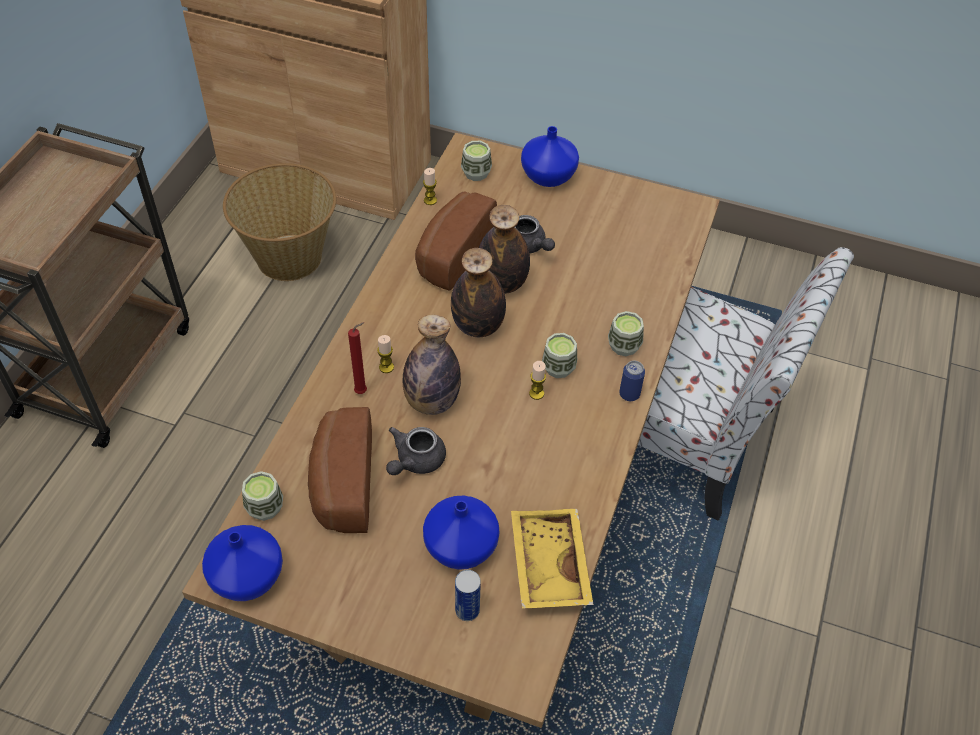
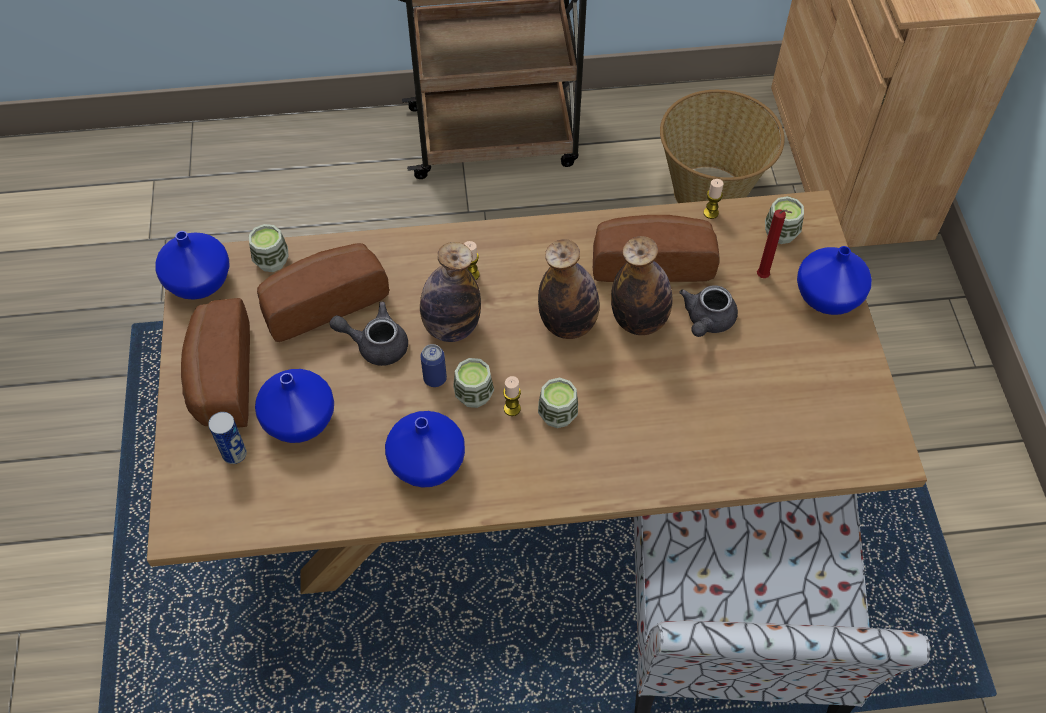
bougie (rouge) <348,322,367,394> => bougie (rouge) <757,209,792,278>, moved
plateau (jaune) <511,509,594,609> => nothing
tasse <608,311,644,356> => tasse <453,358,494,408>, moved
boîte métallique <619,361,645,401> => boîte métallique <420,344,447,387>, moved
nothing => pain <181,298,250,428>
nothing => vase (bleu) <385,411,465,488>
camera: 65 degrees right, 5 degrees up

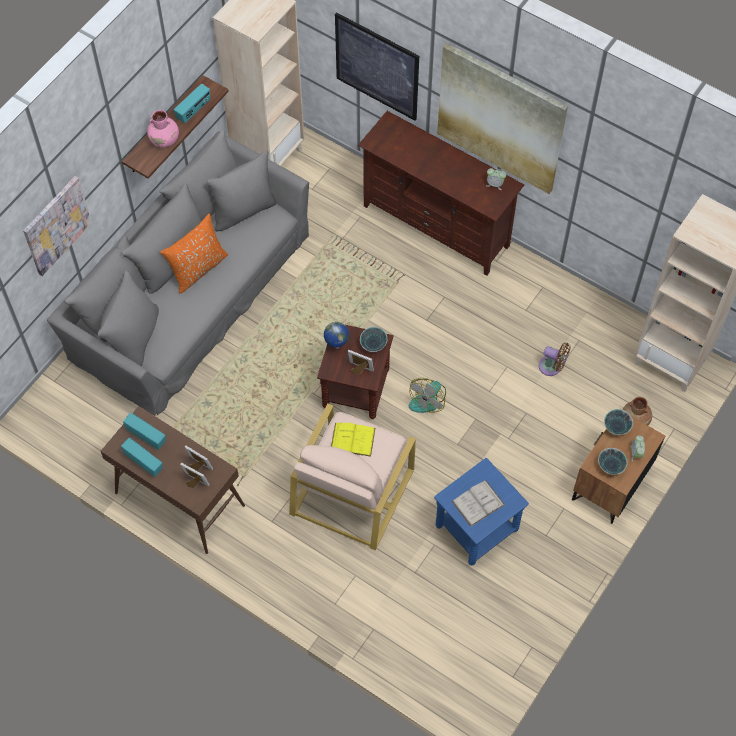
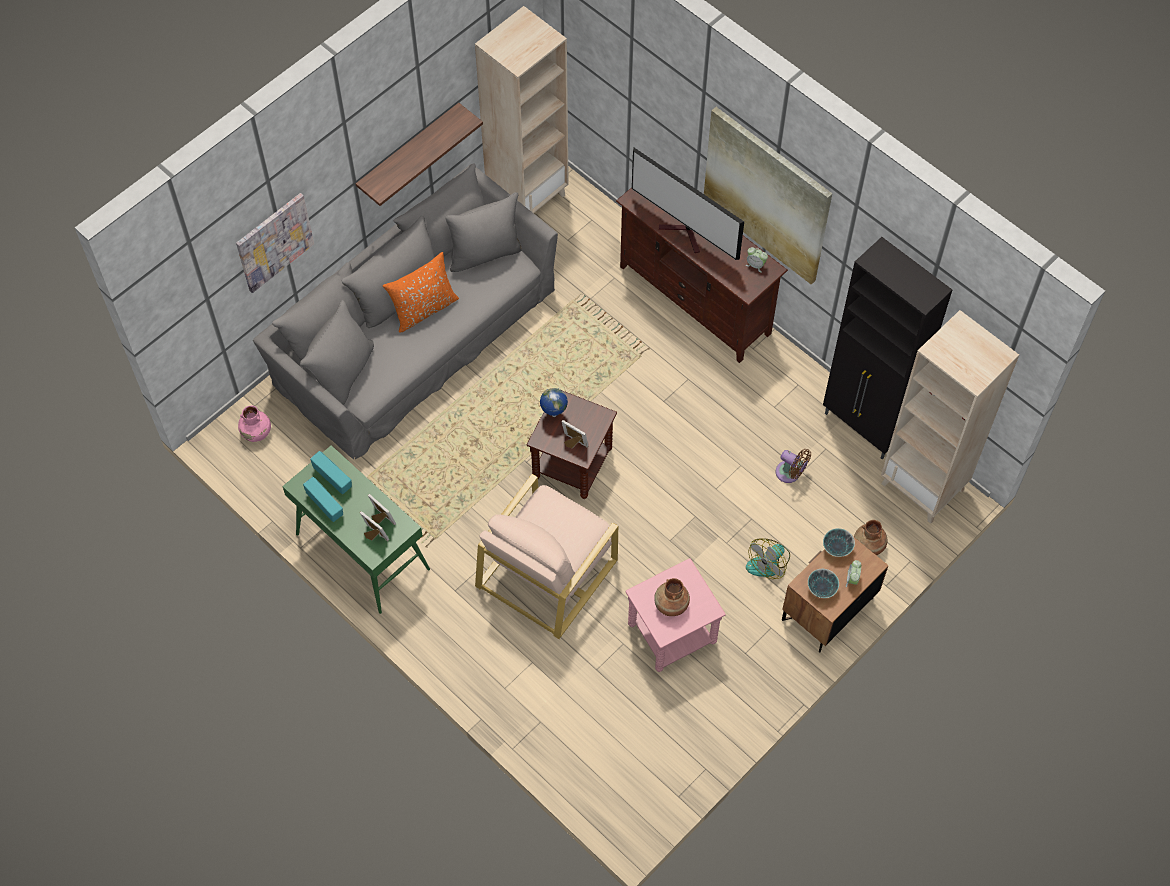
table console (marron) <101,406,245,554> => table console (vert) <282,445,430,614>
vase (rose) <147,110,179,147> => vase (rose) <238,406,271,442>, moved
radio <174,84,210,123> => nothing
livre (jaune) <331,423,375,456> => nothing
tableau <335,12,419,121> => nothing
bol <360,327,387,352> => nothing
ventilateur <409,378,446,413> => ventilateur <746,538,790,579>, moved
table d'appoint (bleu) <434,458,529,566> => table d'appoint (rose) <626,558,726,672>
livre (blanc) <452,480,505,527> => vase (marron) <654,578,690,616>
nothing => téléviseur <632,147,744,260>
nothing => meuble de rangement (noir) <823,237,952,460>
camera: 10 degrees right, 0 degrees up

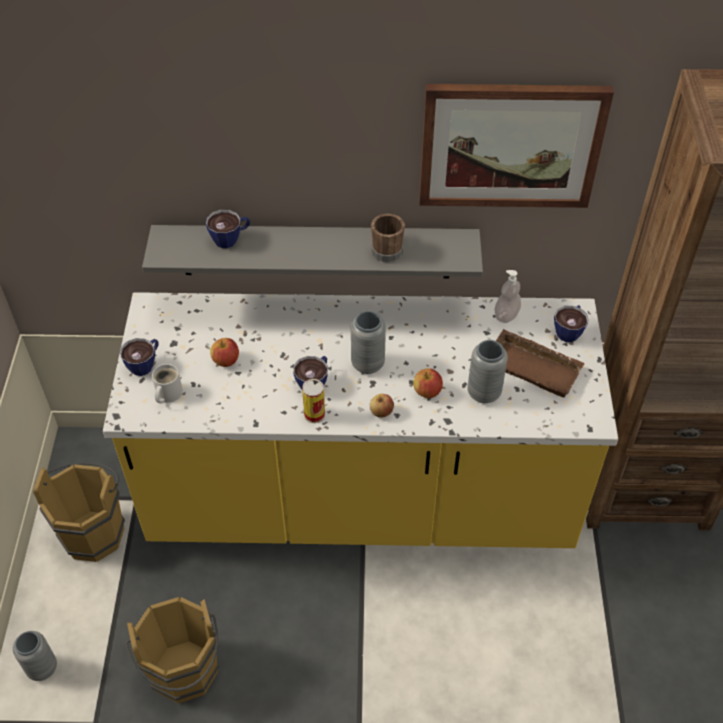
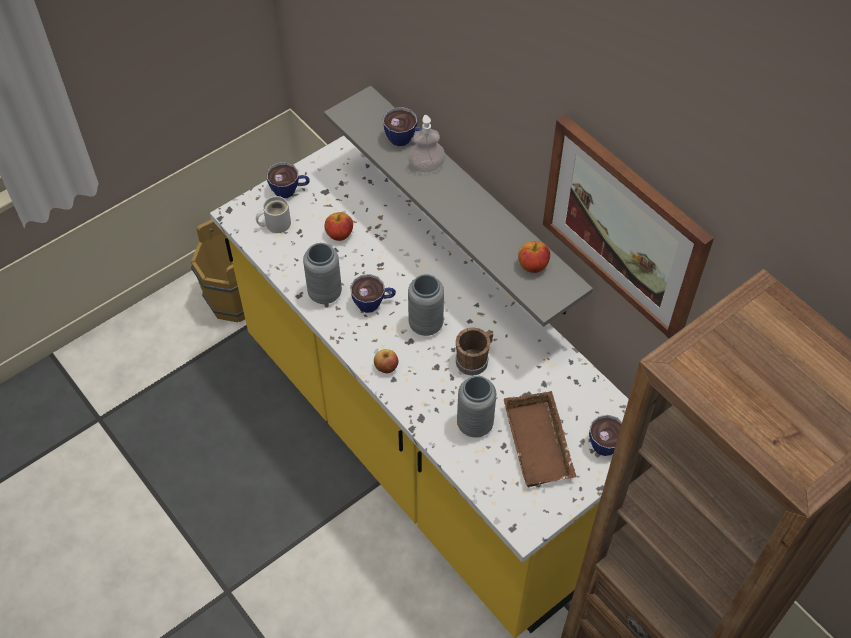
vase (gris) <13,631,57,681> => vase (gris) <303,243,342,304>, moved
seau (marron) <126,597,219,703> => nothing
boîte métallique <302,379,325,423> => nothing
mug (marron) <371,213,405,262> => mug (marron) <456,327,493,376>, moved
pomme <413,368,443,398> => pomme <518,241,550,273>, moved
distributeur de savon <495,270,521,323> => distributeur de savon <408,115,445,172>, moved
camera: 50 degrees right, 5 degrees up

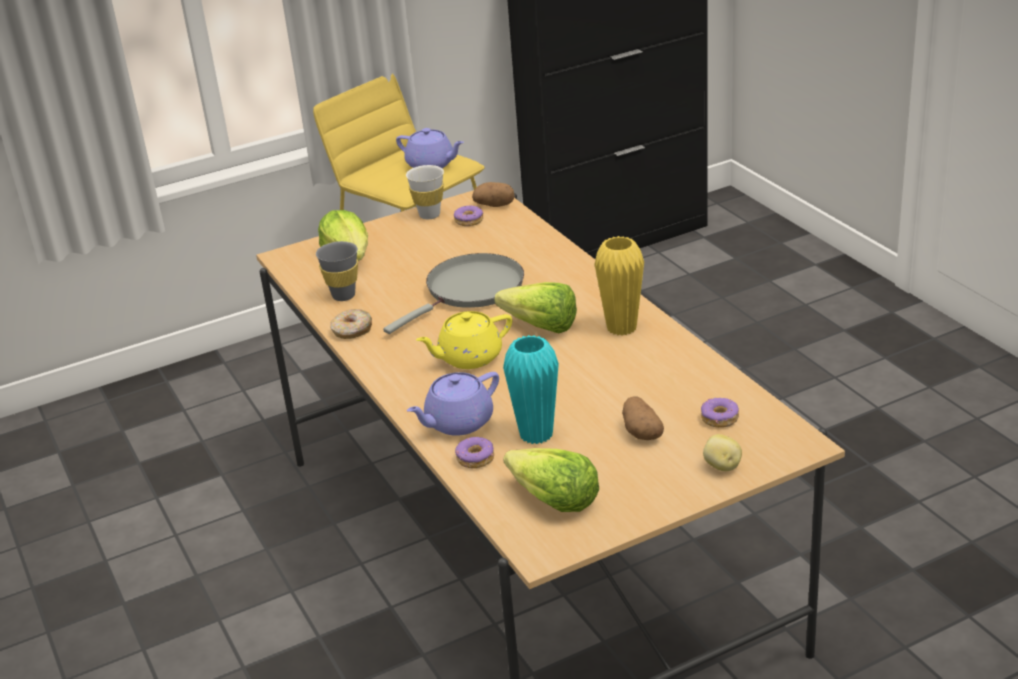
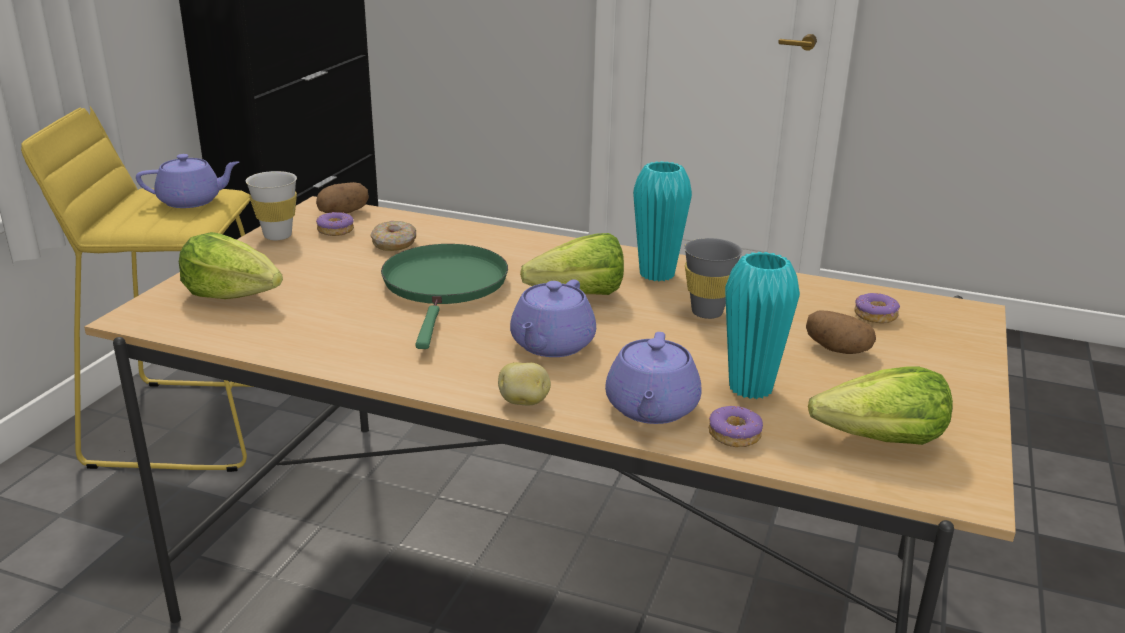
tasse (gris) <316,241,358,301> => tasse (gris) <684,238,742,319>, moved
beignet <330,309,372,339> => beignet <370,221,416,251>, moved
poêle (gris) <383,253,524,334> => poêle (vert) <381,244,508,349>
théière (jaune) <416,311,512,369> => théière (violet) <510,279,596,357>
vase (jaune) <595,236,644,336> => vase (turquoise) <633,161,692,282>
pomme de terre <703,434,742,471> => pomme de terre <498,362,551,405>, moved
camera: 45 degrees left, 5 degrees down

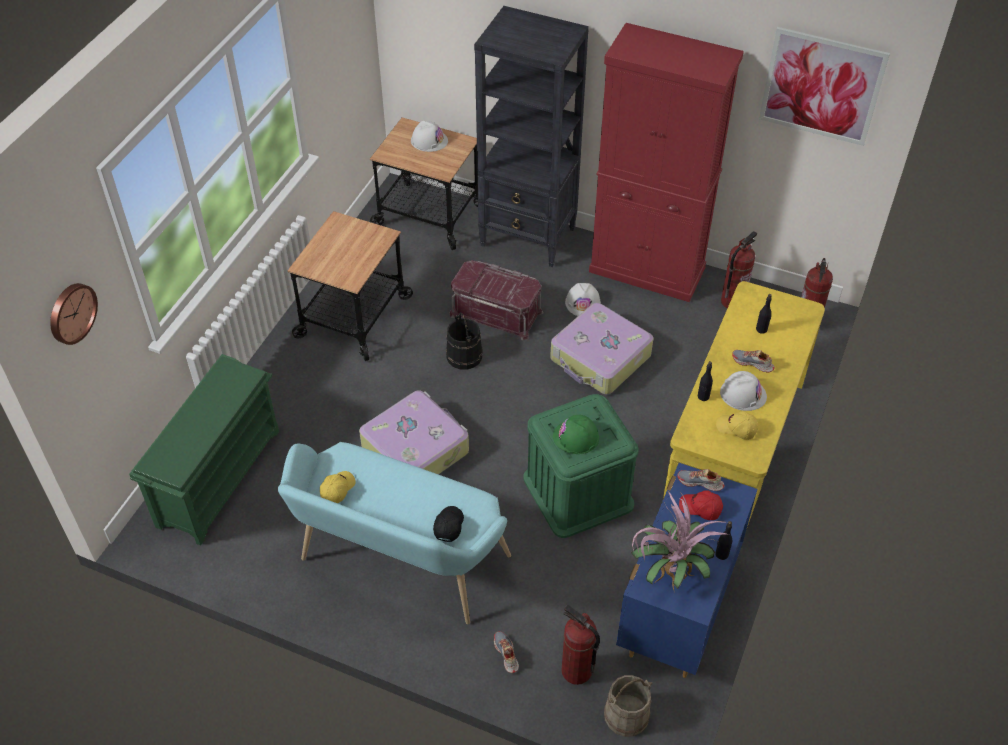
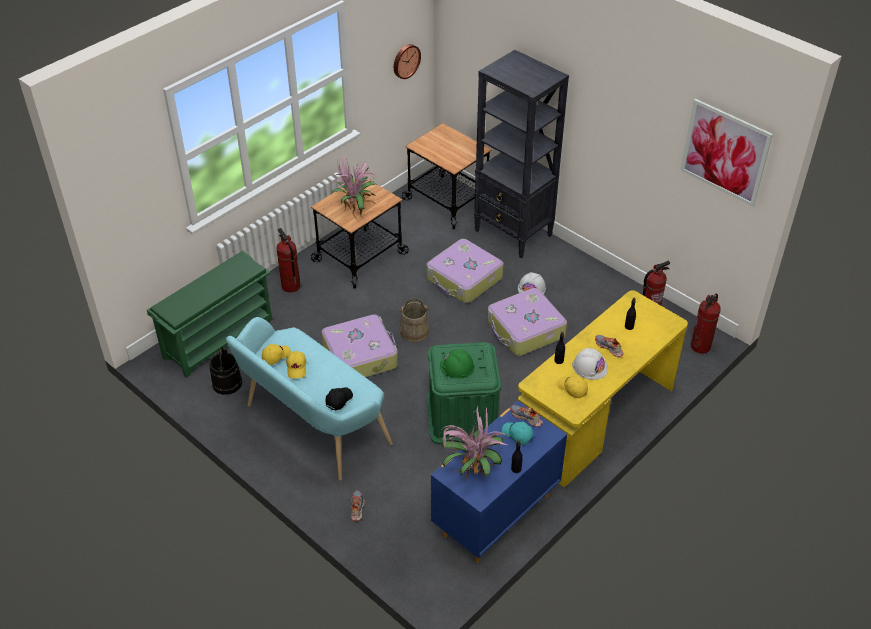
horloge murale <50,283,98,345> => horloge murale <394,44,421,79>, moved
casque de chantier (blanc) <411,121,448,152> => nothing
seau (noir) <446,312,483,370> => seau (noir) <210,347,242,395>, moved
boîte de rangement (rouge) <449,260,543,341> => valise <427,239,504,303>
extincteur <562,605,600,685> => extincteur <277,228,301,293>, moved
meuble de rangement (rouge) <589,23,744,302> => nothing
seau (beige) <604,675,653,737> => seau (beige) <399,298,429,343>, moved
casquette (rouge) <679,490,723,520> => casquette (turquoise) <502,422,533,445>
nothing => casquette (jaune) <286,351,306,379>
nothing => plante en pot <330,159,378,222>
camera: 20 degrees right, 5 degrees down

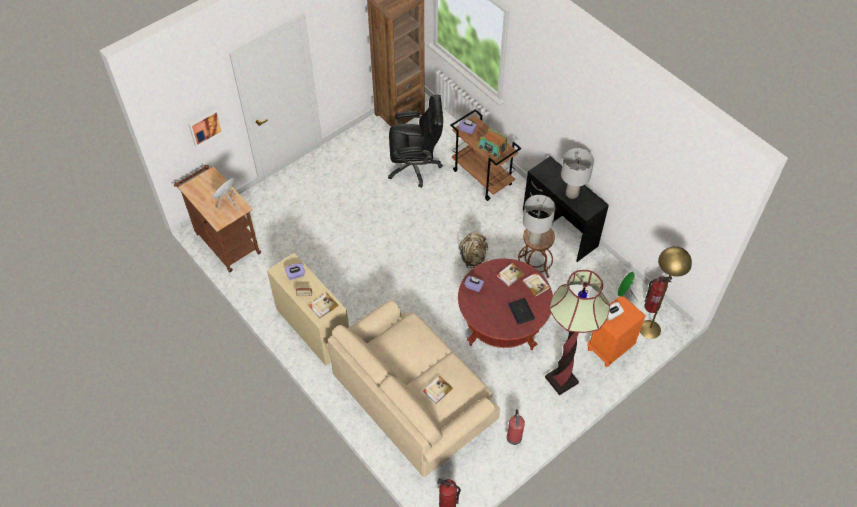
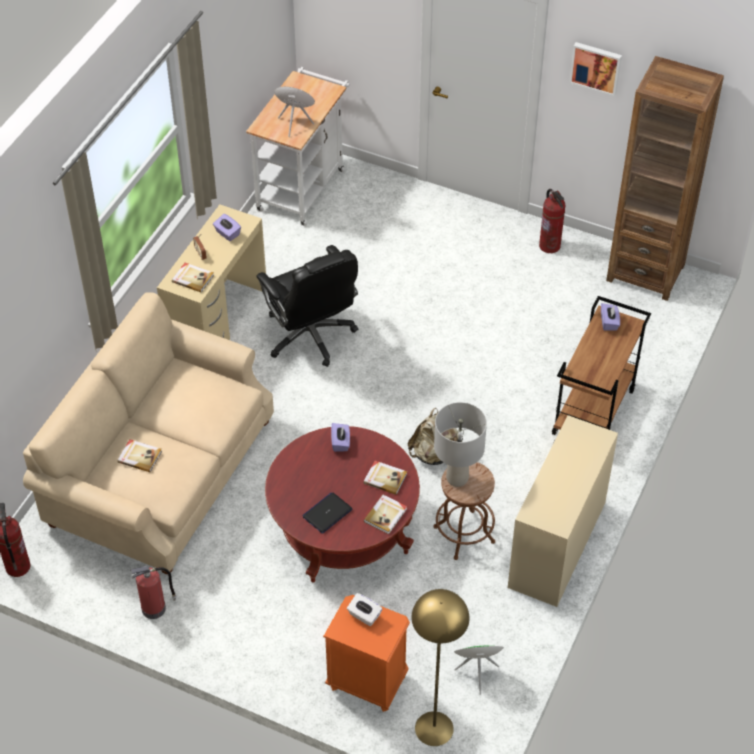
chariot (marron) <174,164,261,272> => chariot (blanc) <246,67,350,227>
tableau <188,108,223,147> => tableau <569,42,622,96>, moved
chaise de bureau (noir) <388,95,443,188> => chaise de bureau (noir) <257,245,358,367>, moved
radio <478,128,508,159> => nothing
bureau (noir) <523,156,609,262> => bureau (beige) <508,415,618,607>
lampadaire <545,270,610,395> => nothing
lampe de table (gris) <561,148,594,199> => nothing
extincteur <644,276,672,313> => extincteur <539,189,565,253>, moved
camera: 65 degrees right, 5 degrees down

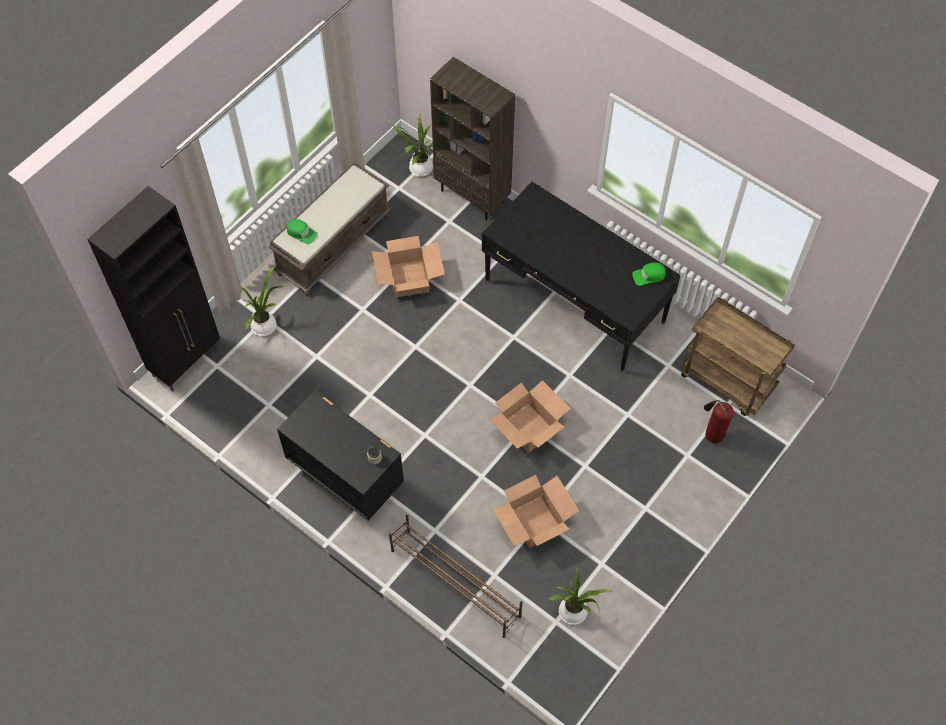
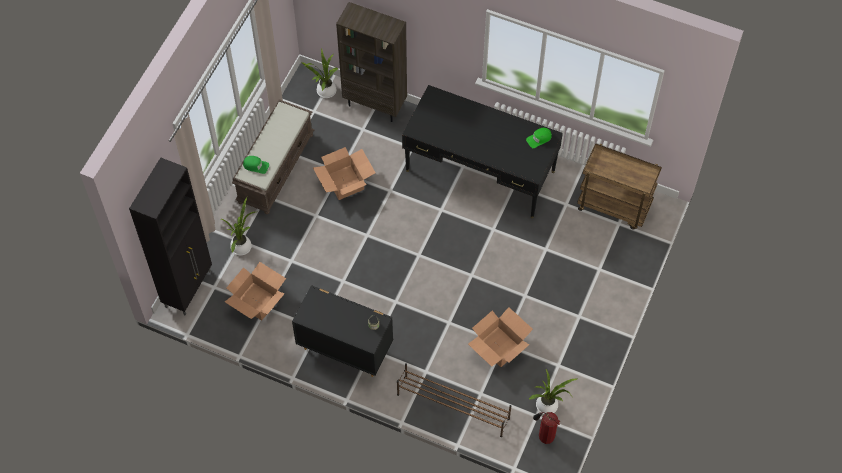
carton <489,380,571,453> => carton <225,262,286,321>, moved
extincteur <704,400,735,443> => extincteur <533,412,560,444>, moved
camera: 15 degrees left, 0 degrees up

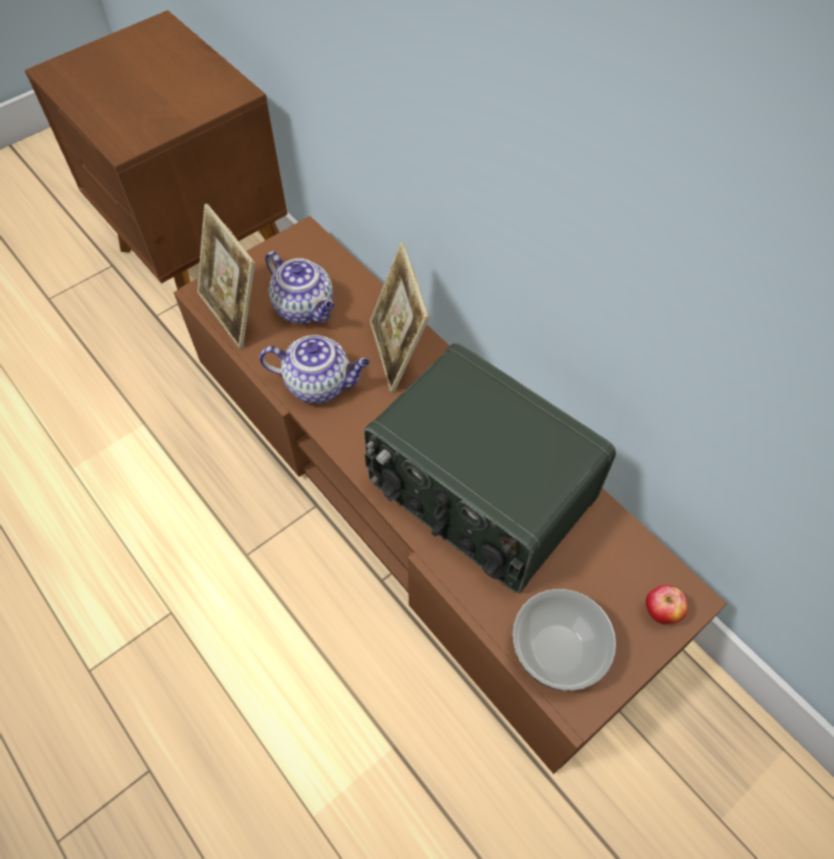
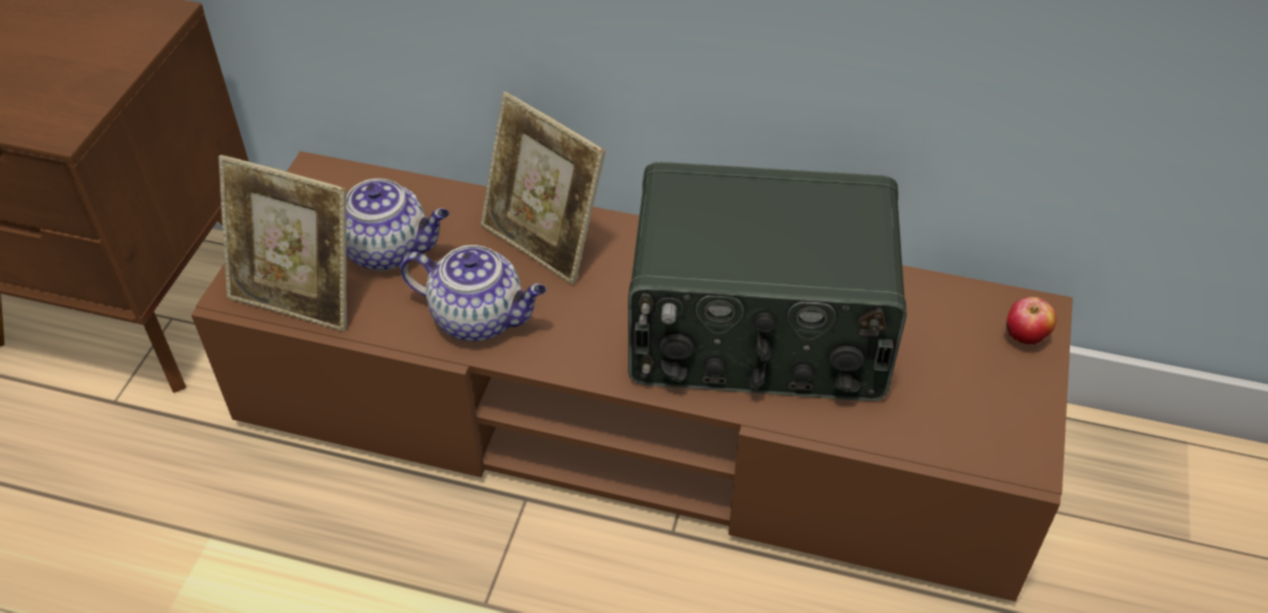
théière <259,335,370,403> => théière <400,245,546,341>, 45 degrees clockwise
bol <513,589,616,690> => nothing
camera: 35 degrees left, 10 degrees down

